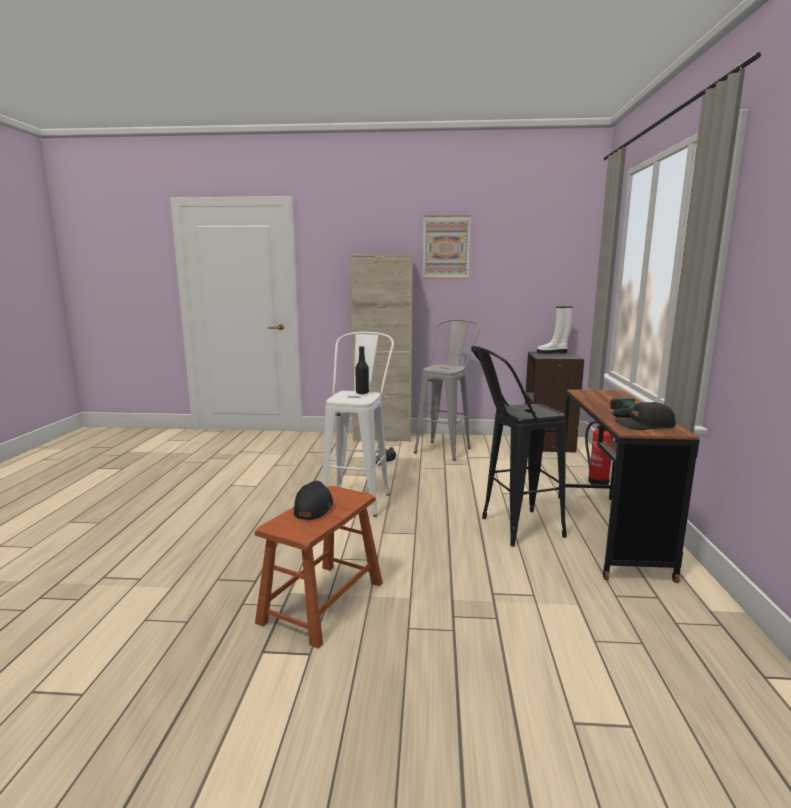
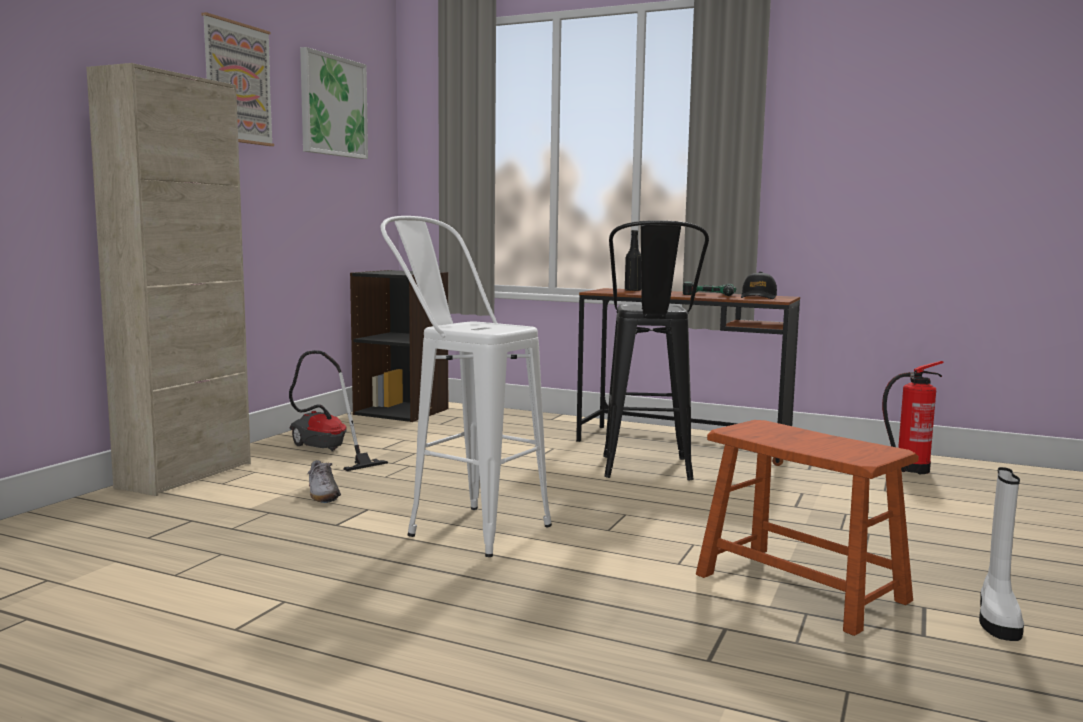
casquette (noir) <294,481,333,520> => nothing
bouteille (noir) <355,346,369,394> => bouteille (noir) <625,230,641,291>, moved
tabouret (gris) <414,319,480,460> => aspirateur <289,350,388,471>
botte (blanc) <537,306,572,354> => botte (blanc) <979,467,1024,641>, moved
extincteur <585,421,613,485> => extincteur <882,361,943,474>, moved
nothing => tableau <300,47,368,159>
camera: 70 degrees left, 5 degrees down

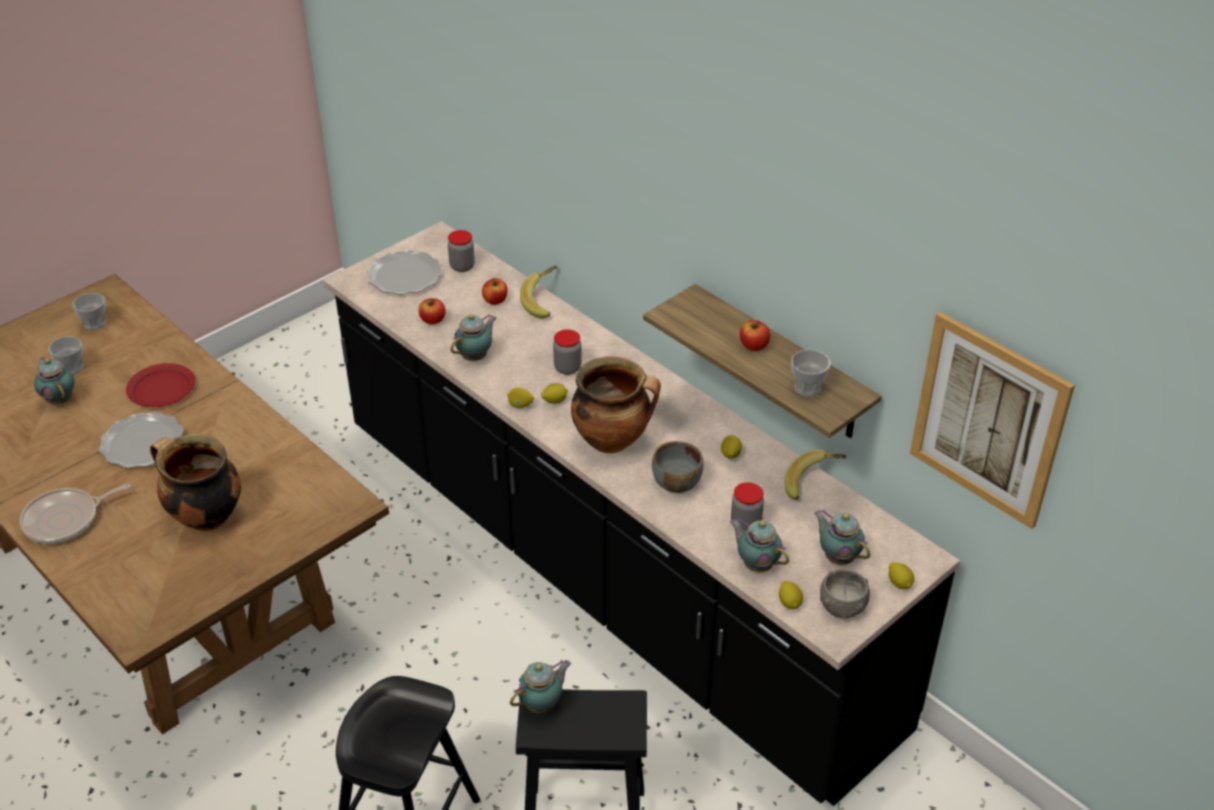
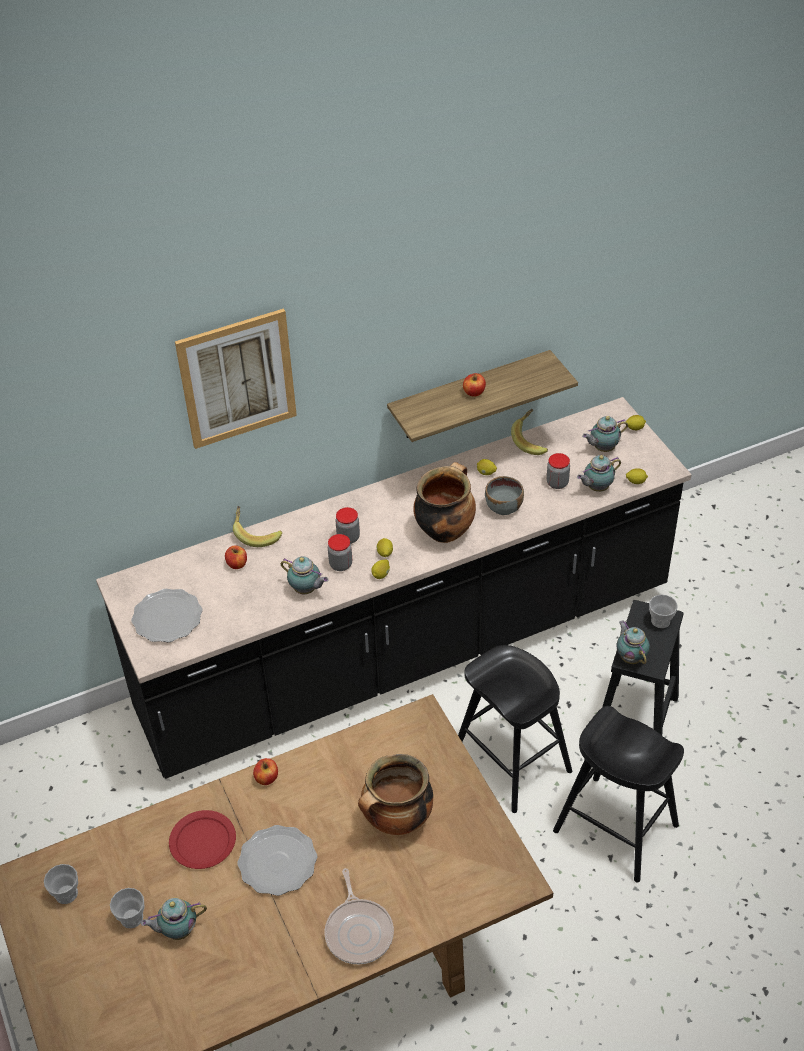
pomme <418,298,446,325> => pomme <253,758,278,785>, moved
bocal <448,230,475,272> => bocal <328,534,352,571>, moved
théière <450,314,497,361> => théière <281,557,328,594>, 150 degrees clockwise
tasse <791,349,831,397> => tasse <649,594,678,628>, moved
bol (gris) <820,569,870,618> => nothing
tableau <910,312,1075,529> => tableau <175,309,297,449>, moved
nothing => tabouret (noir) <458,645,572,813>
camera: 70 degrees left, 5 degrees up

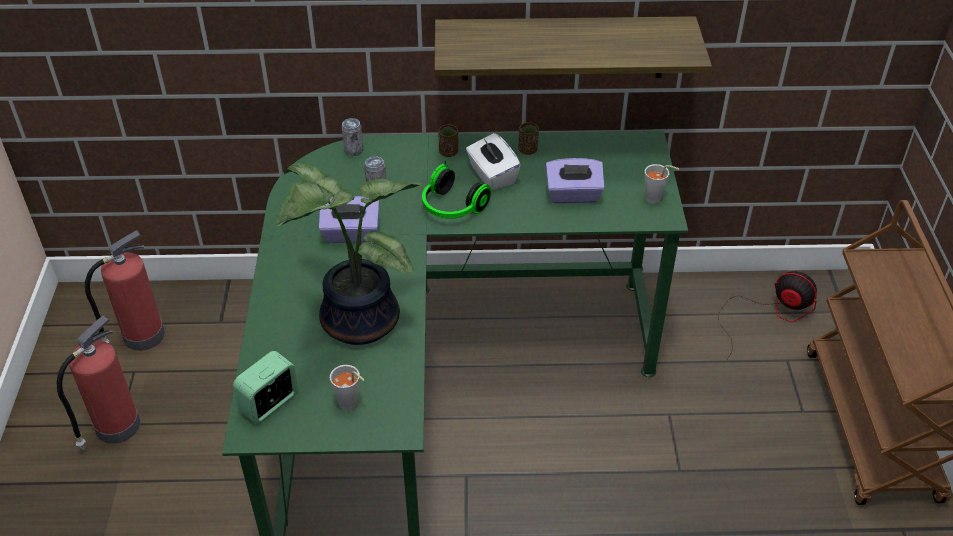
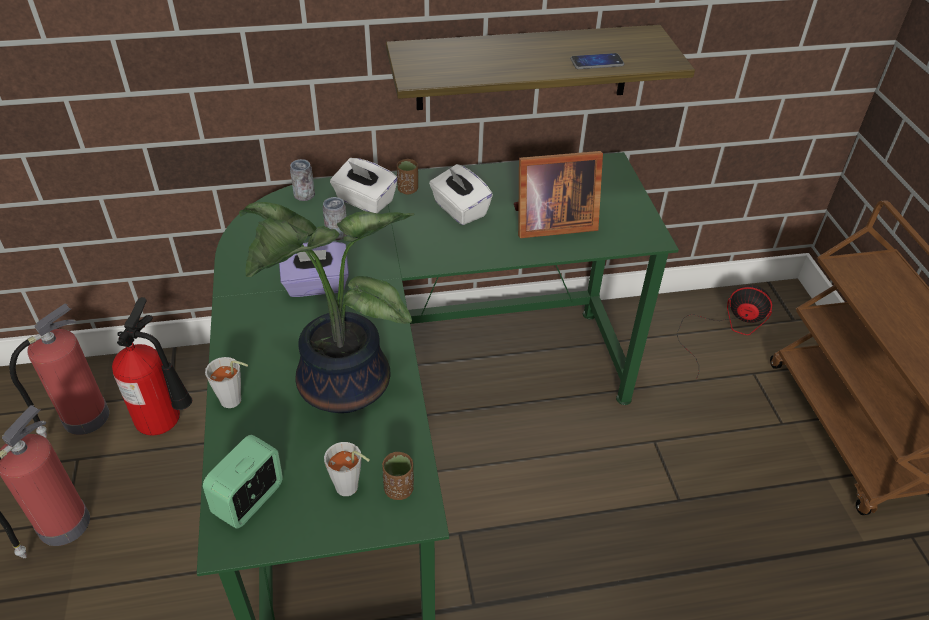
casque audio <422,158,492,219> => nothing
tasse (marron) <518,122,539,155> => tasse (marron) <382,452,414,500>, moved
boîte à mouchoirs (violet) <545,158,605,204> => cadre photo <514,151,603,238>
tasse (gris) <644,164,679,204> => tasse (gris) <205,357,248,408>, moved
nothing => extincteur <112,297,192,436>
nothing => boîte à mouchoirs (blanc) <330,158,398,213>
nothing => téléphone <570,53,624,69>
camera: 10 degrees left, 0 degrees up

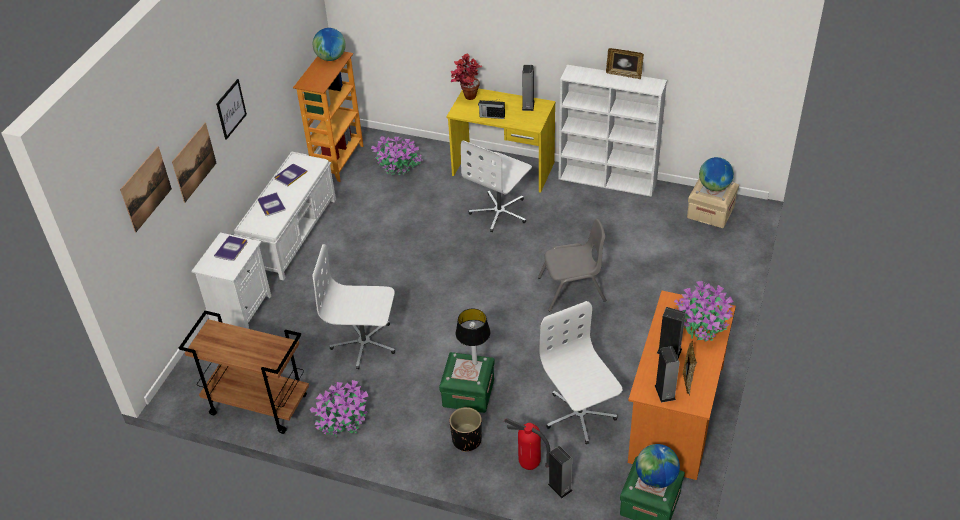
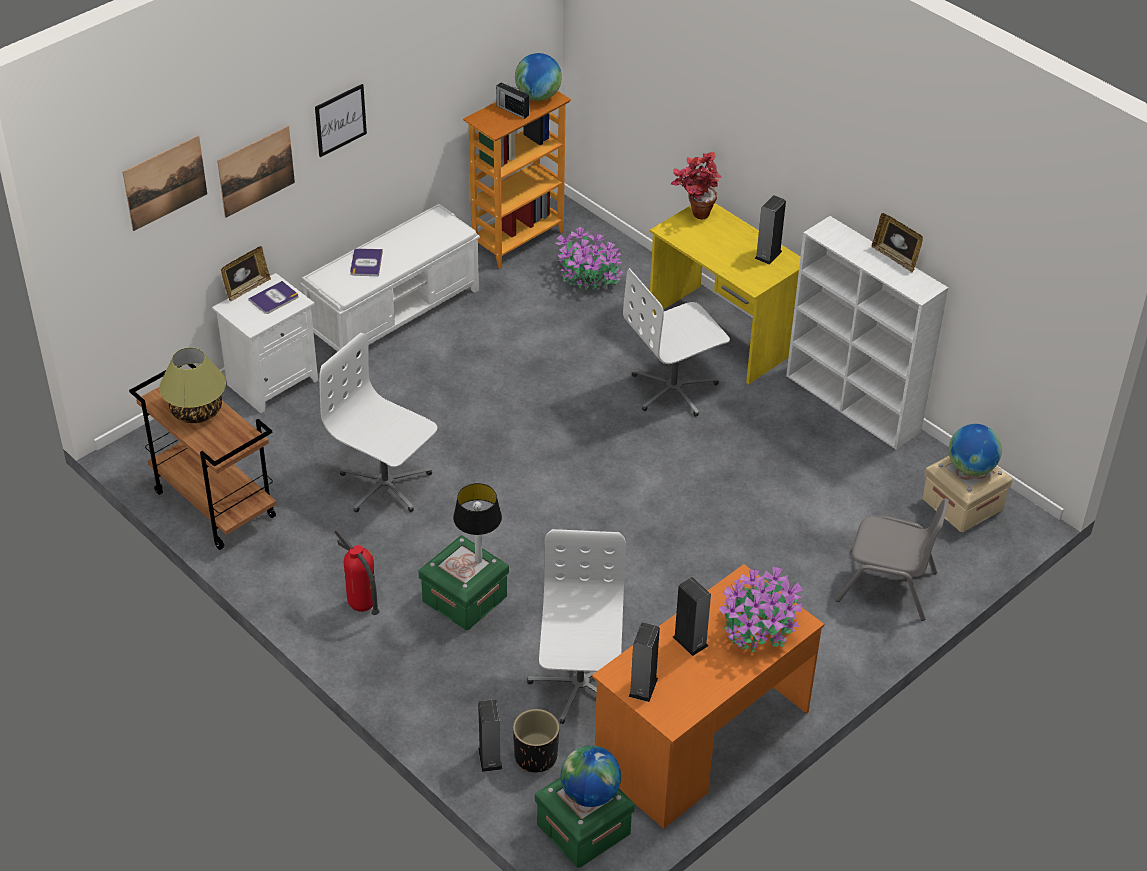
livre <274,164,308,186> => nothing
plante en pot <310,380,368,437> => nothing
cache-pot (noir) <449,407,482,452> => cache-pot (noir) <513,709,559,773>, moved
radio <478,99,505,119> => radio <496,83,529,119>, moved
extincteur <504,418,550,470> => extincteur <334,529,380,615>, moved
chaise (gris) <538,219,606,312> => chaise (gris) <836,498,949,621>, moved
cadre photo <683,341,697,395> => cadre photo <221,246,271,302>, moved
nothing => lampe de table <159,347,226,423>
camera: 25 degrees right, 0 degrees up

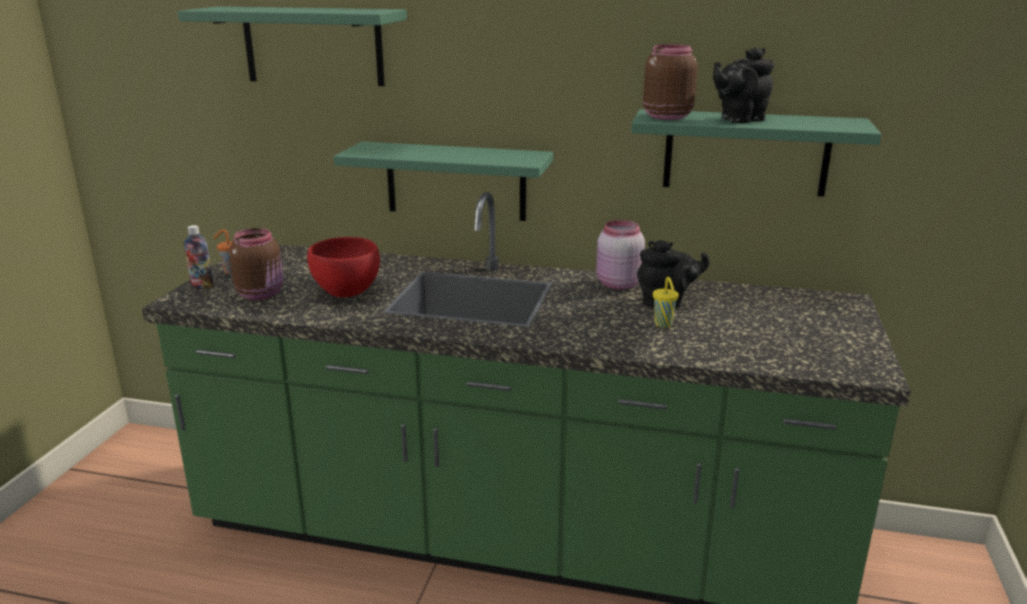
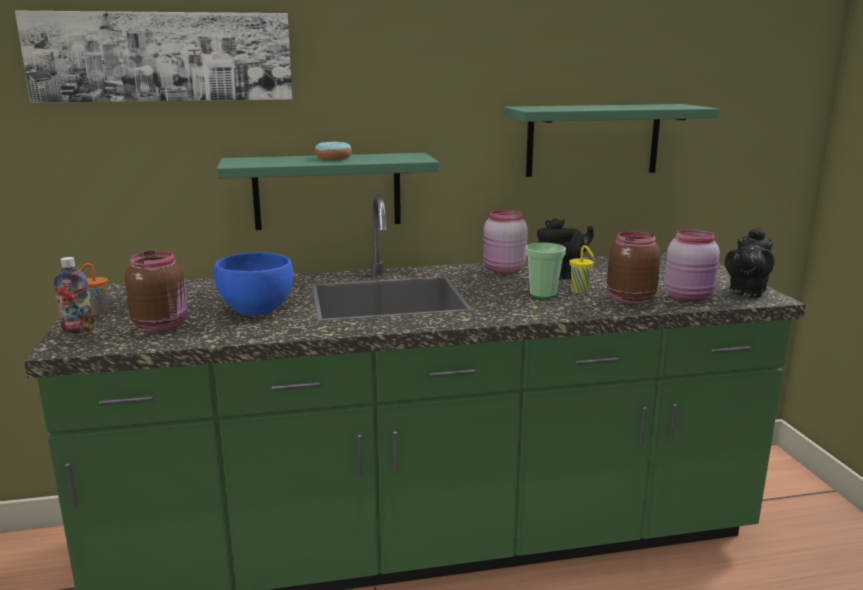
étagère (vert) <178,6,407,86> => tableau <15,11,292,103>
bol (rouge) <307,237,380,297> => bol (bleu) <213,252,293,316>
bocal (marron) <643,44,698,120> => bocal (marron) <607,231,661,304>, moved
théière (noir) <713,47,774,123> => théière (noir) <725,227,775,298>, moved
nothing => beignet <315,141,352,160>
nothing => tasse <525,243,566,299>
nothing => bocal (rose) <664,229,720,302>
camera: 25 degrees left, 5 degrees down

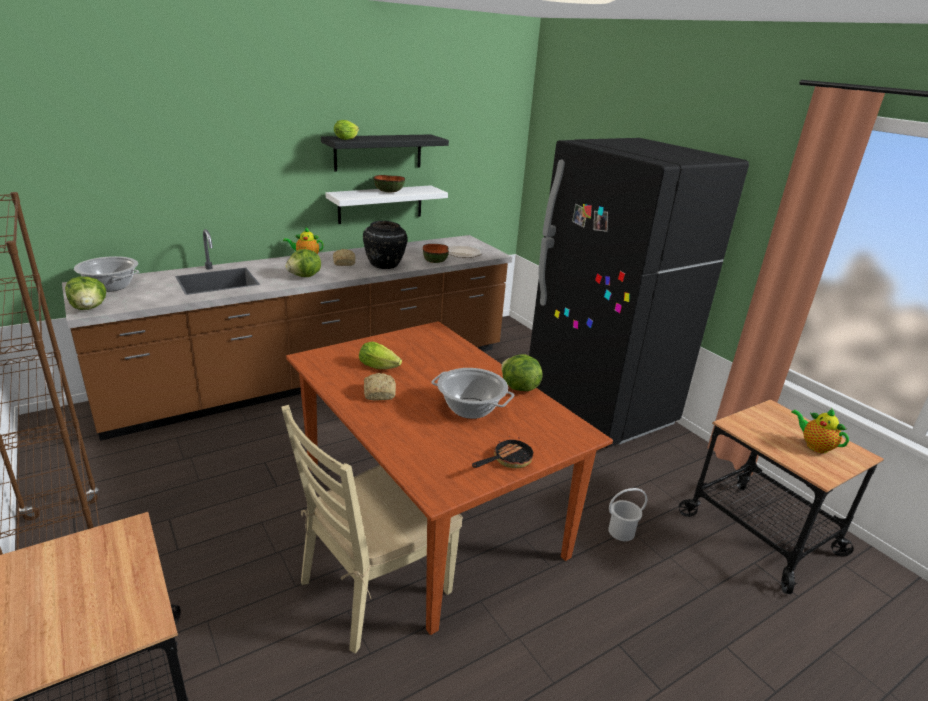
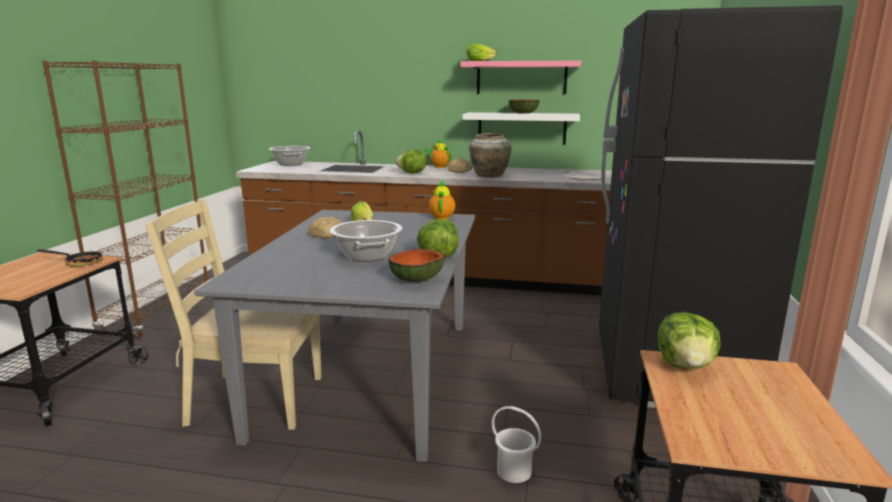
laitue <65,277,106,310> => laitue <658,312,721,369>, moved
table à manger (marron) <286,321,613,635> => table à manger (gris) <194,210,475,462>
étagère (noir) <321,134,449,172> => étagère (rose) <461,61,581,94>
vase (noir) <363,221,407,269> => vase (beige) <469,133,511,177>
bol <423,244,449,263> => bol <388,249,445,282>, moved
poêle <472,433,534,468> => poêle <37,249,103,267>, moved
théière <791,409,849,453> => théière <429,180,455,220>, moved
camera: 45 degrees right, 10 degrees down

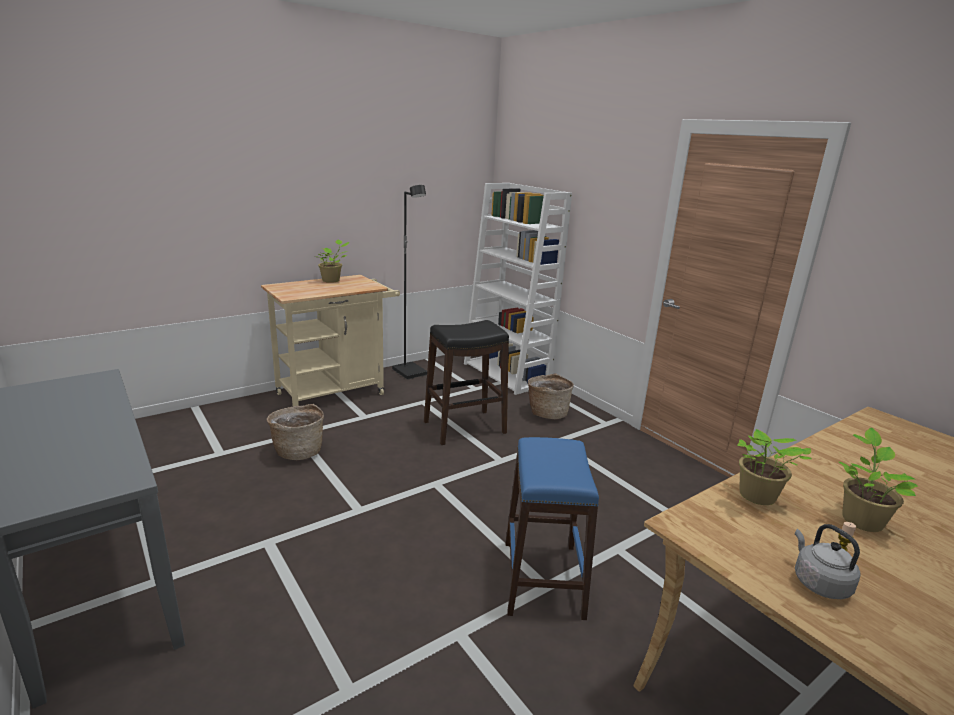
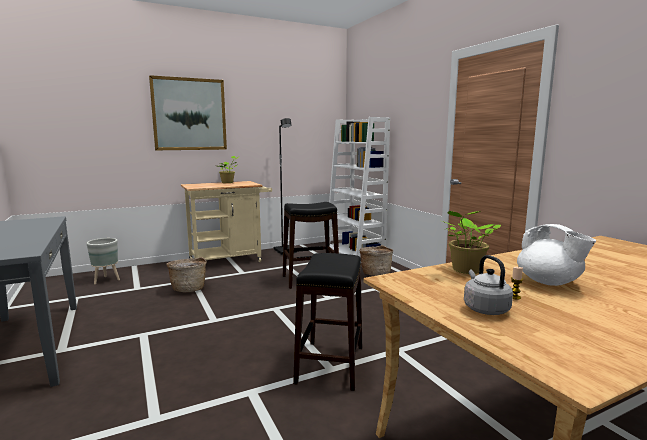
tabouret (bleu) <505,437,599,620> => tabouret (noir) <293,253,362,391>
plante en pot <839,428,918,532> => théière (blanc) <517,224,596,286>
nothing => cache-pot (gris) <86,238,120,284>
nothing => tableau <149,75,227,150>
camera: 10 degrees right, 10 degrees down

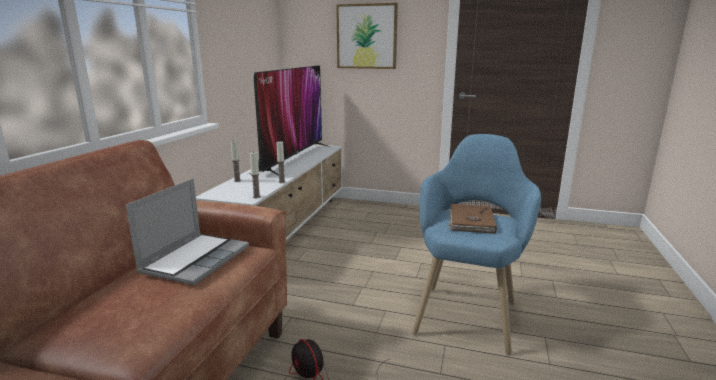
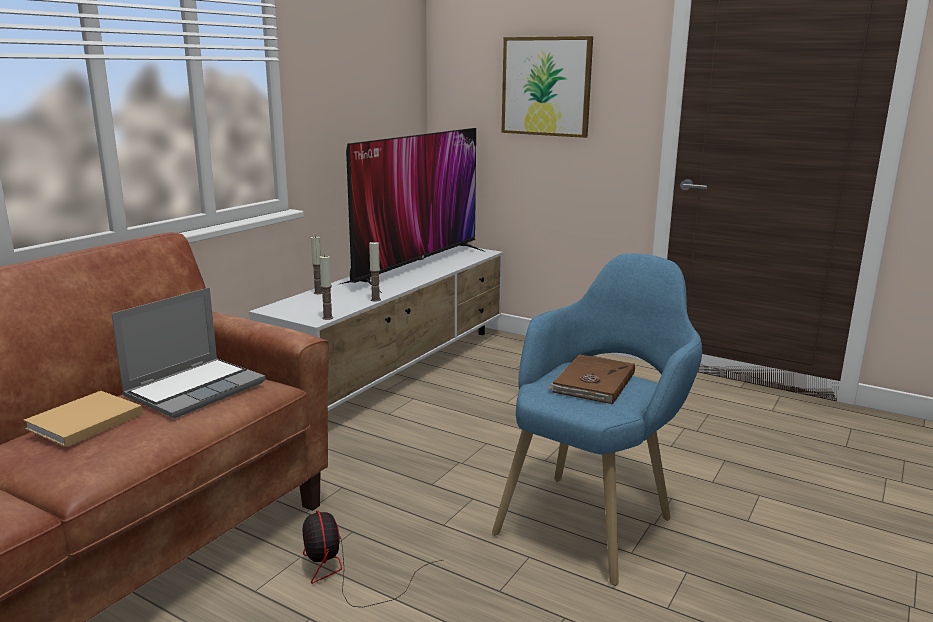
nothing => livre (beige) <23,391,143,447>
camera: 15 degrees right, 0 degrees up

